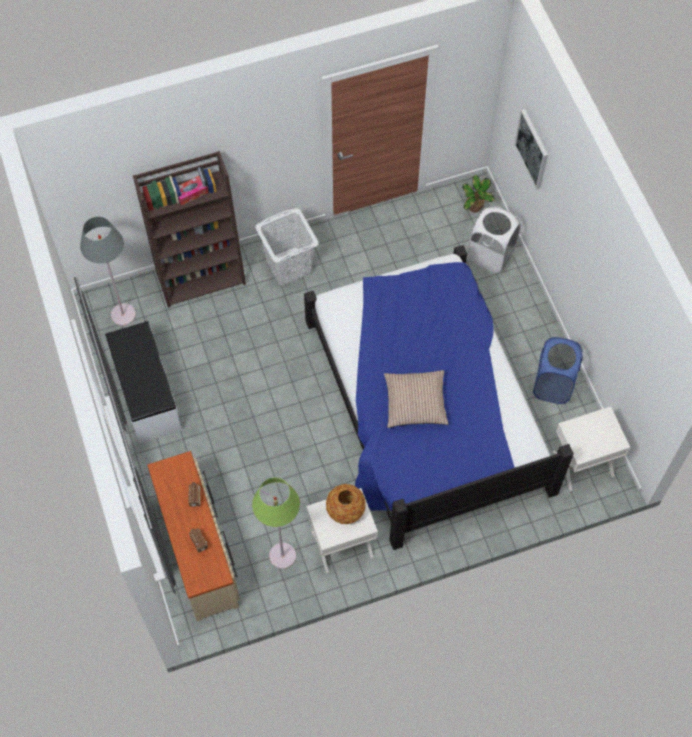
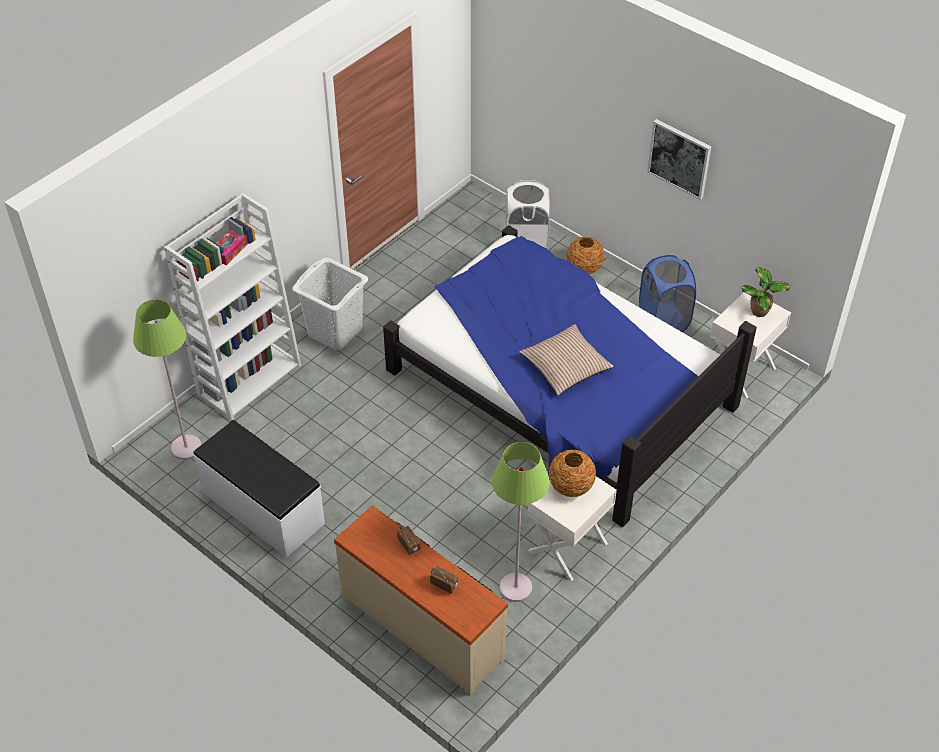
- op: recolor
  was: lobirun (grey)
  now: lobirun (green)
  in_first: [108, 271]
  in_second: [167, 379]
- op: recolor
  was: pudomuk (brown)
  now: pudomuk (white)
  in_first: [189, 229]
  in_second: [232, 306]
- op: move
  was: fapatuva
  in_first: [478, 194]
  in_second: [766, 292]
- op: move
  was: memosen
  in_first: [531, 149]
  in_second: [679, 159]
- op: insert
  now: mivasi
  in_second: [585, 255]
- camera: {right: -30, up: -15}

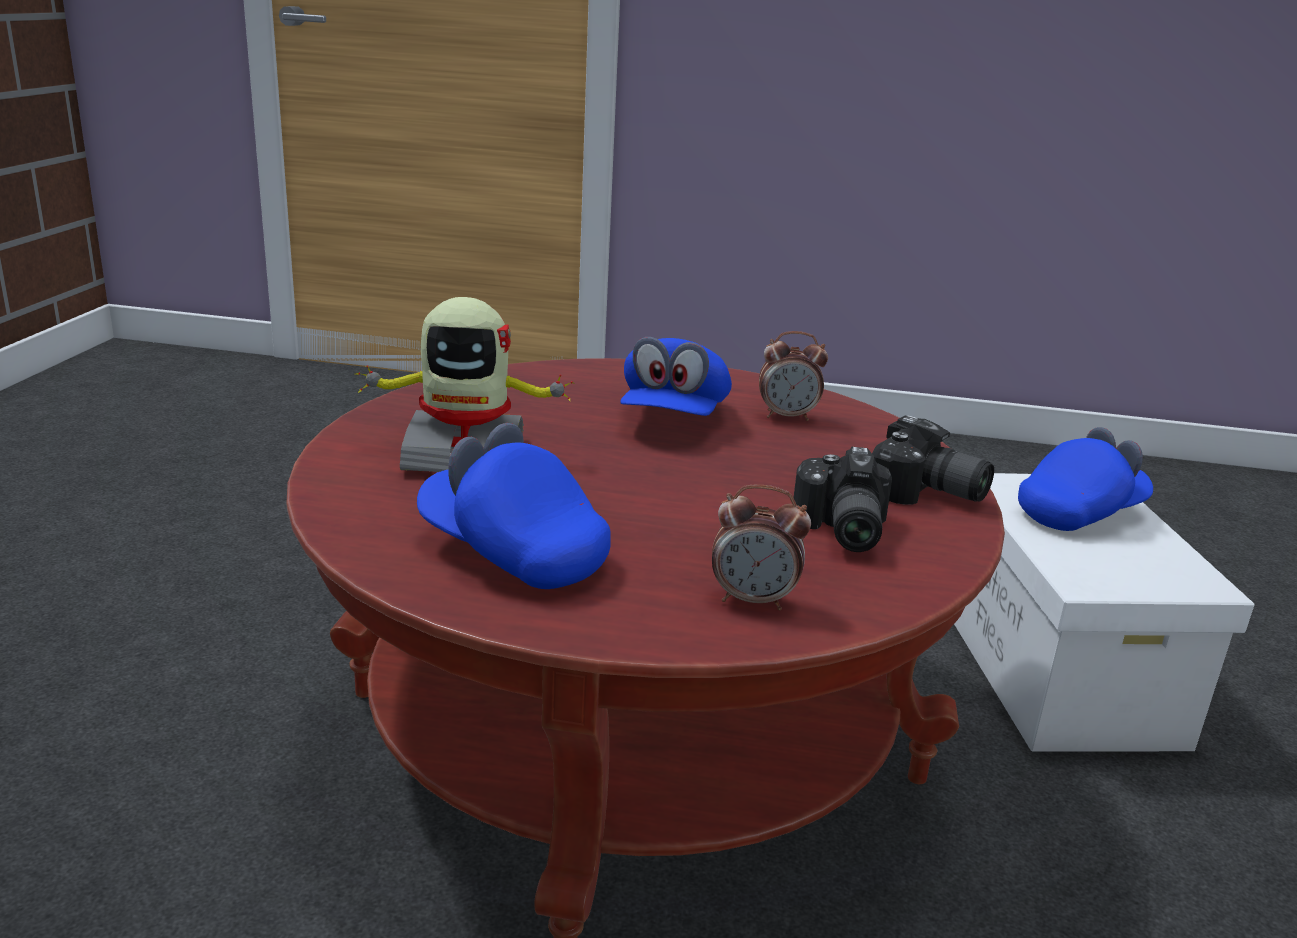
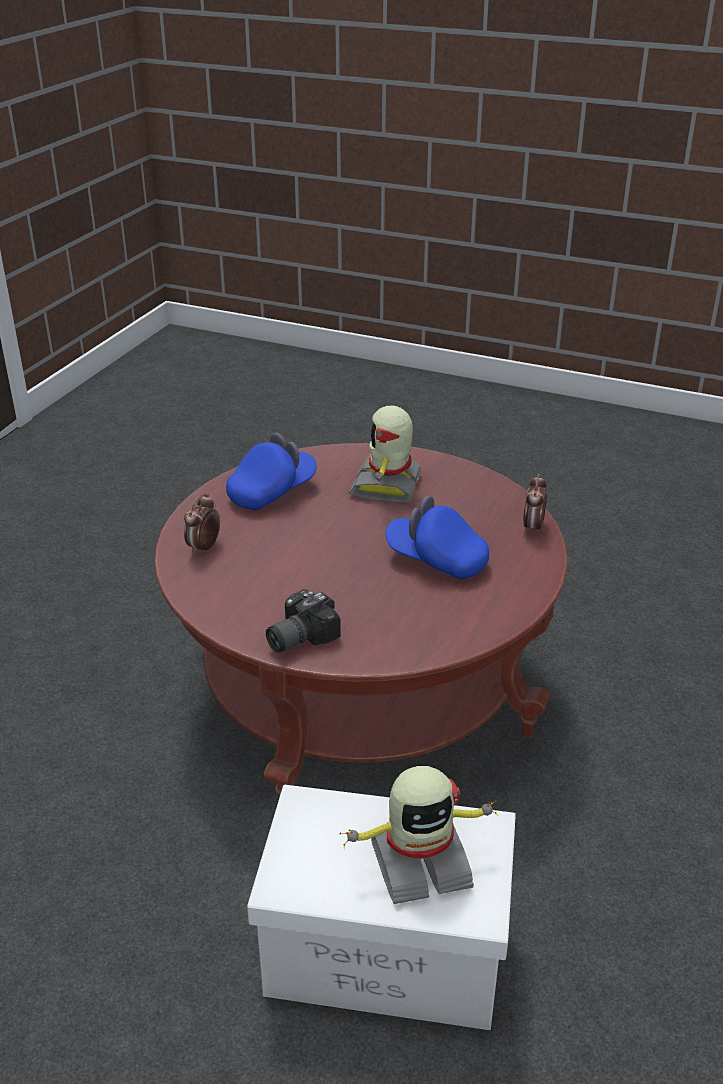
- op: move
  was: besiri
  in_first: [793, 376]
  in_second: [535, 504]
- op: delete
  was: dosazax
  in_first: [842, 499]
- op: replace
  was: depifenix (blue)
  now: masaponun
  in_first: [1085, 479]
  in_second: [419, 835]
- camera: {right: 105, up: 10}

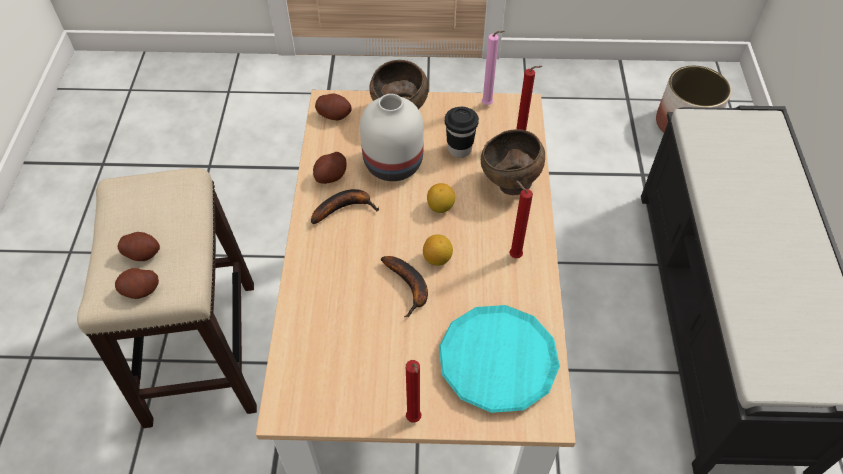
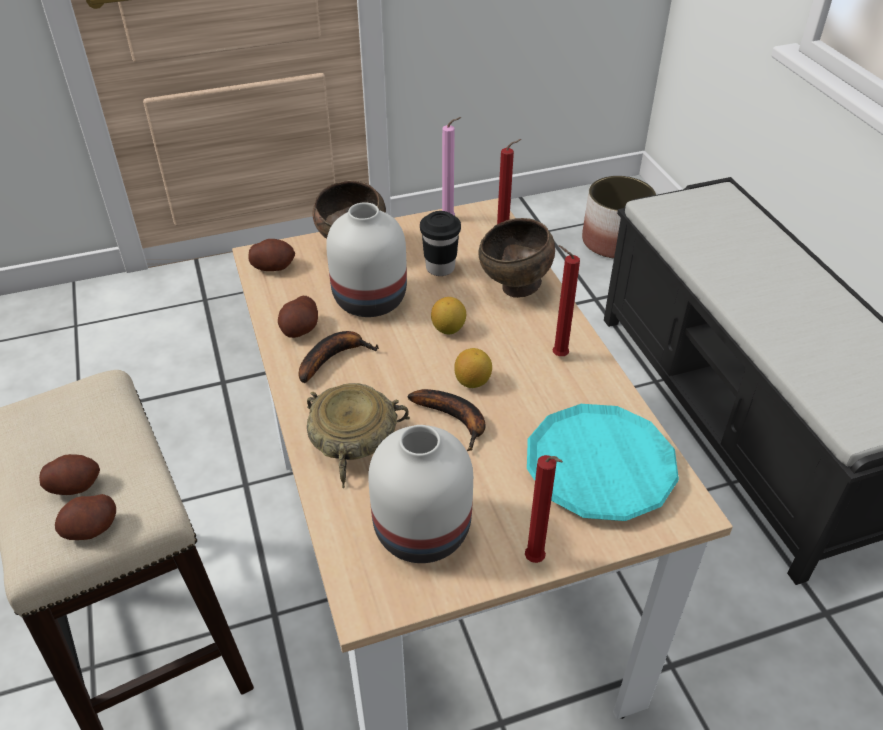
- op: insert
  now: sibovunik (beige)
  in_second: [358, 435]
- op: insert
  now: mivasi (white)
  in_second: [420, 494]
- camera: {right: -20, up: -10}

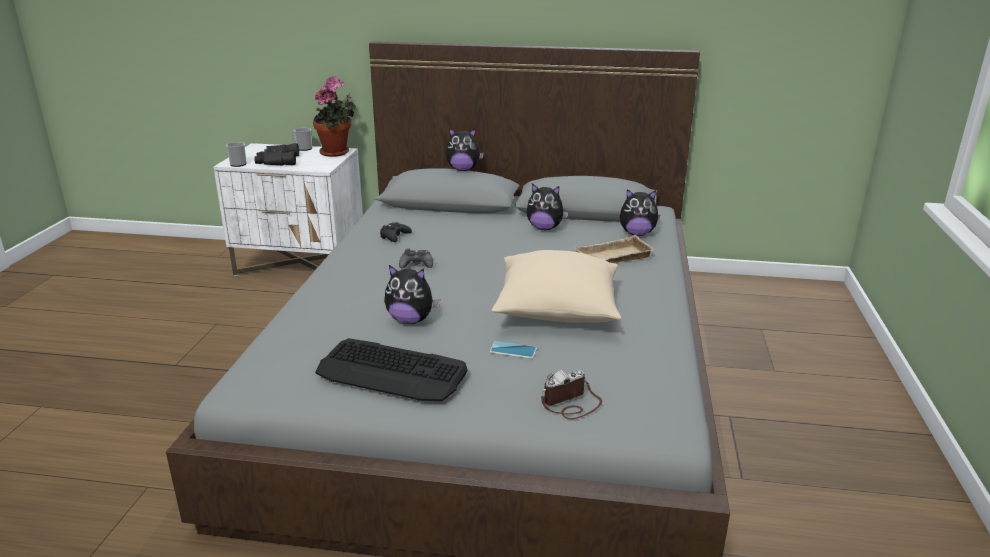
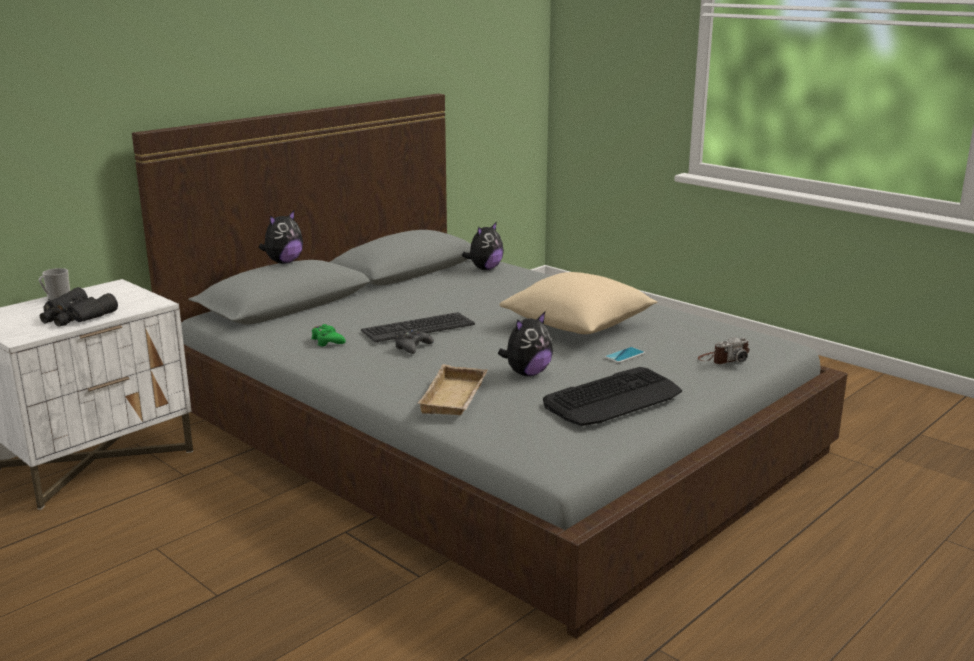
- op: delete
  was: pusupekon
  in_first: [236, 154]
- op: delete
  was: fapatuva
  in_first: [334, 116]
- op: recolor
  was: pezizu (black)
  now: pezizu (green)
  in_first: [396, 232]
  in_second: [328, 335]
- op: delete
  was: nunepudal
  in_first: [548, 206]
- op: rotate
  was: dosazax
  in_first: [571, 394]
  in_second: [724, 350]
  clockwise: -120
- op: move
  was: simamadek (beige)
  in_first: [614, 249]
  in_second: [452, 389]
- op: insert
  now: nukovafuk
  in_second: [418, 327]
- camera: {right: -55, up: -5}

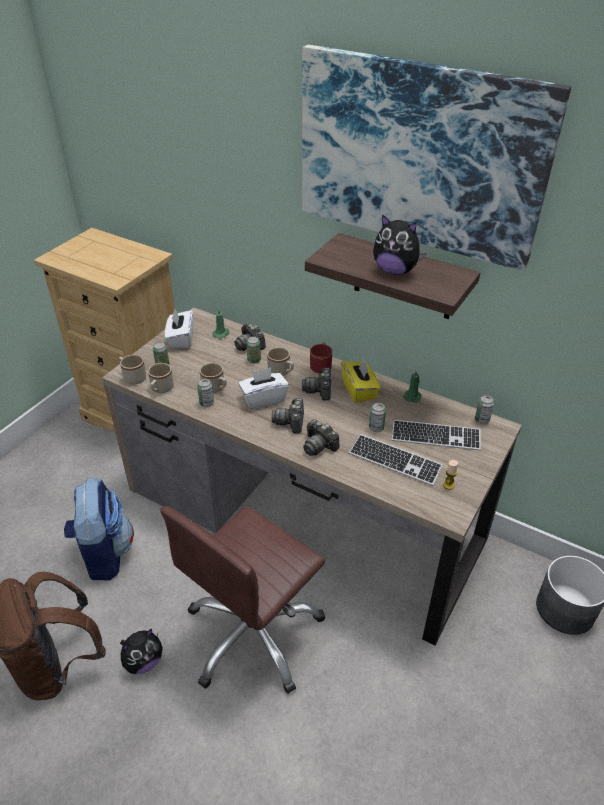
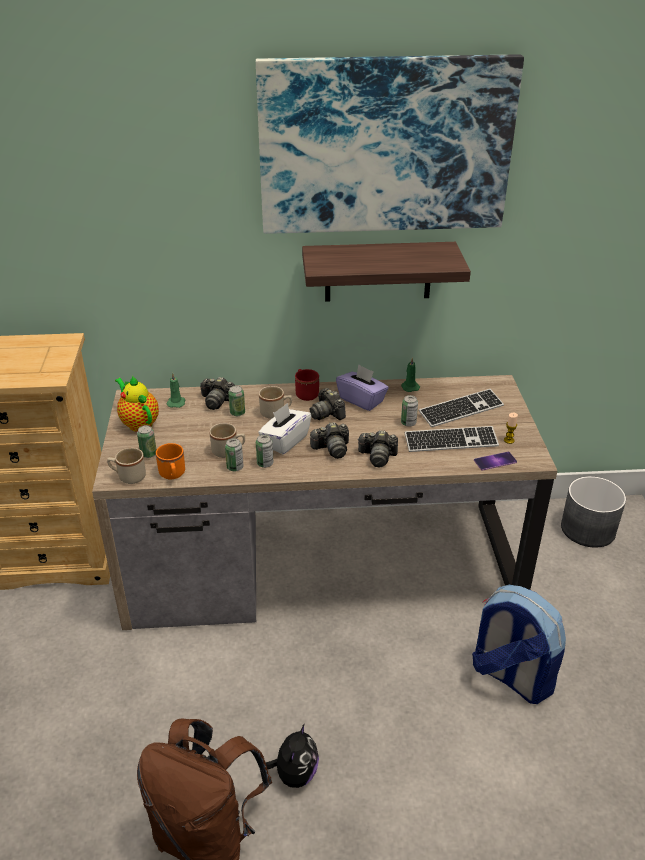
- op: move
  was: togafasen
  in_first: [99, 529]
  in_second: [519, 644]
- op: recolor
  was: pusupekon (beige)
  now: pusupekon (orange)
  in_first: [161, 378]
  in_second: [170, 461]
- op: delete
  was: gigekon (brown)
  in_first: [242, 600]
- op: replace
  was: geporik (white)
  now: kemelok
  in_first: [179, 328]
  in_second: [137, 403]
- op: rotate
  was: dosazax
  in_first: [288, 415]
  in_second: [329, 440]
  clockwise: -75
- op: recolor
  was: geporik (yellow)
  now: geporik (purple)
  in_first: [361, 380]
  in_second: [362, 387]
- op: delete
  was: nunepudal
  in_first: [400, 244]
- op: move
  was: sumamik
  in_first: [484, 409]
  in_second: [264, 451]
- op: insert
  now: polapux
  in_second: [495, 461]
- camera: {right: -35, up: -5}

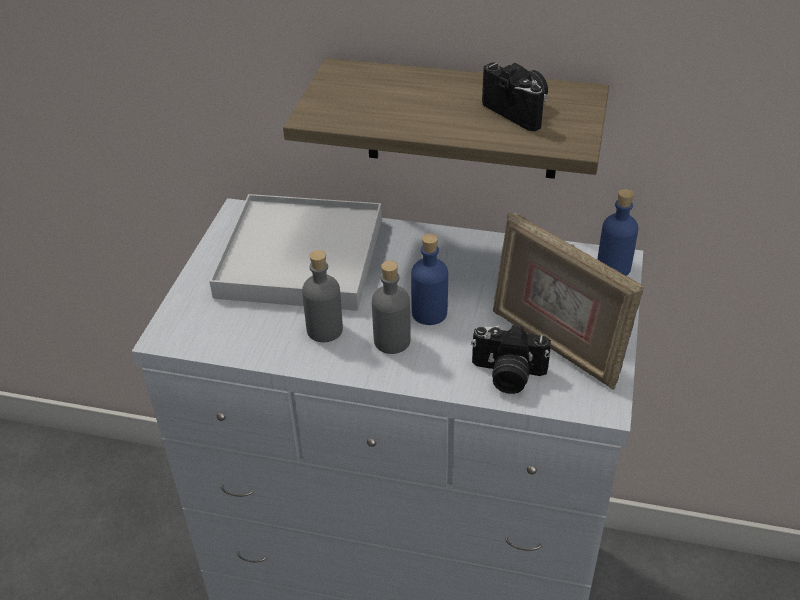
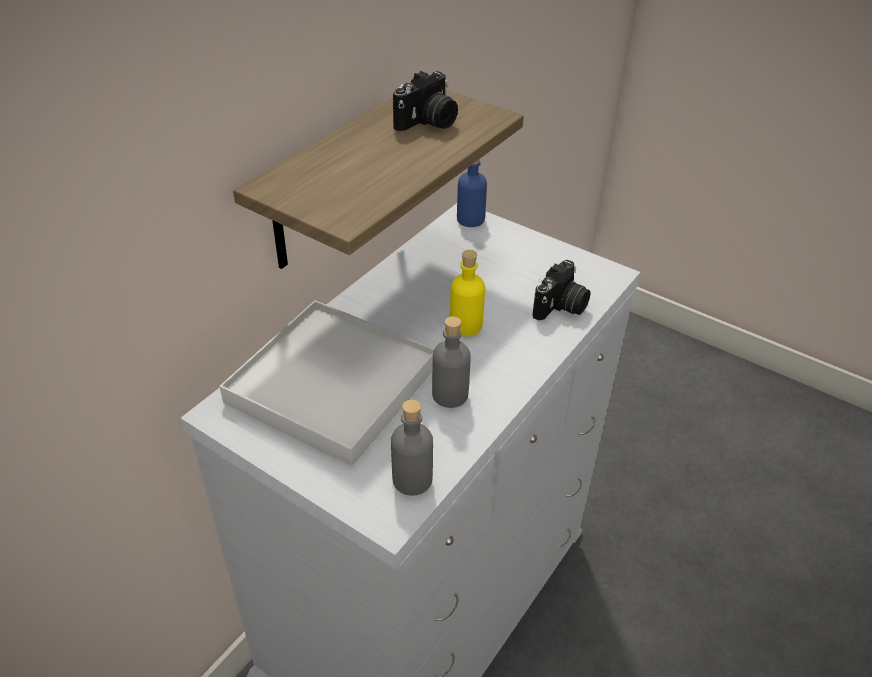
- op: move
  was: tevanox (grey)
  in_first: [391, 307]
  in_second: [412, 447]
- op: recolor
  was: tevanox (blue)
  now: tevanox (yellow)
  in_first: [429, 279]
  in_second: [467, 293]
- op: rotate
  was: dosazax
  in_first: [515, 96]
  in_second: [425, 101]
  clockwise: 150
- op: delete
  was: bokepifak
  in_first: [568, 301]
- camera: {right: -70, up: 0}

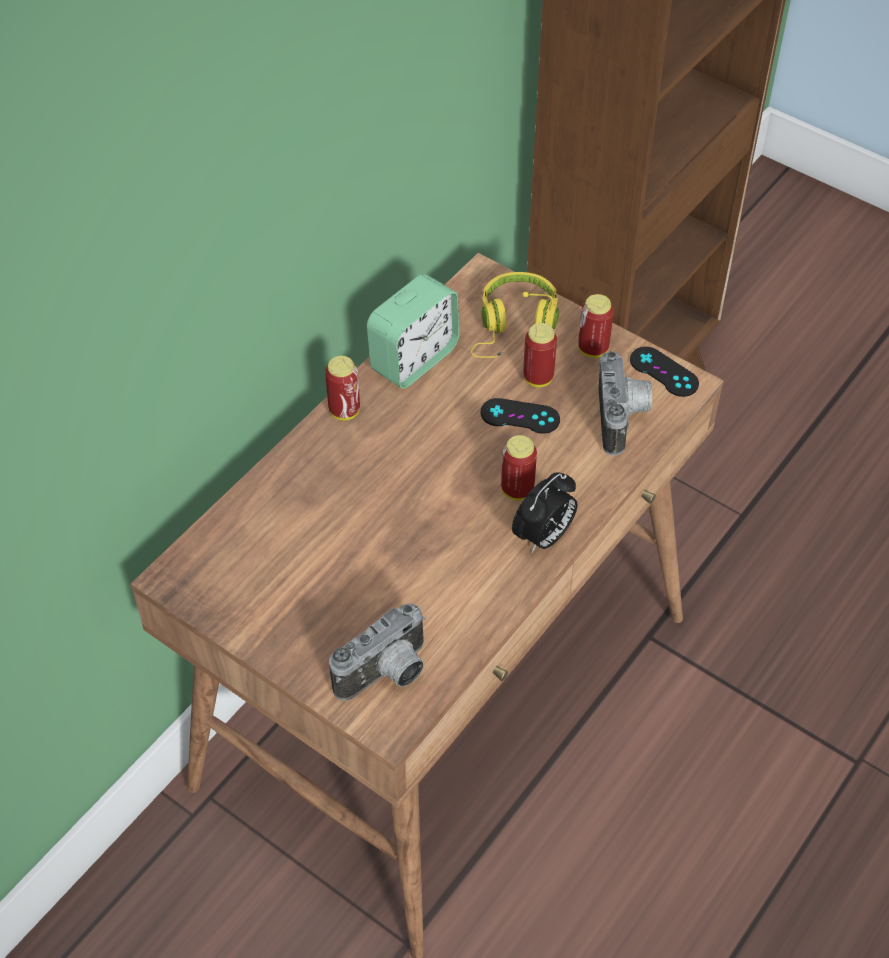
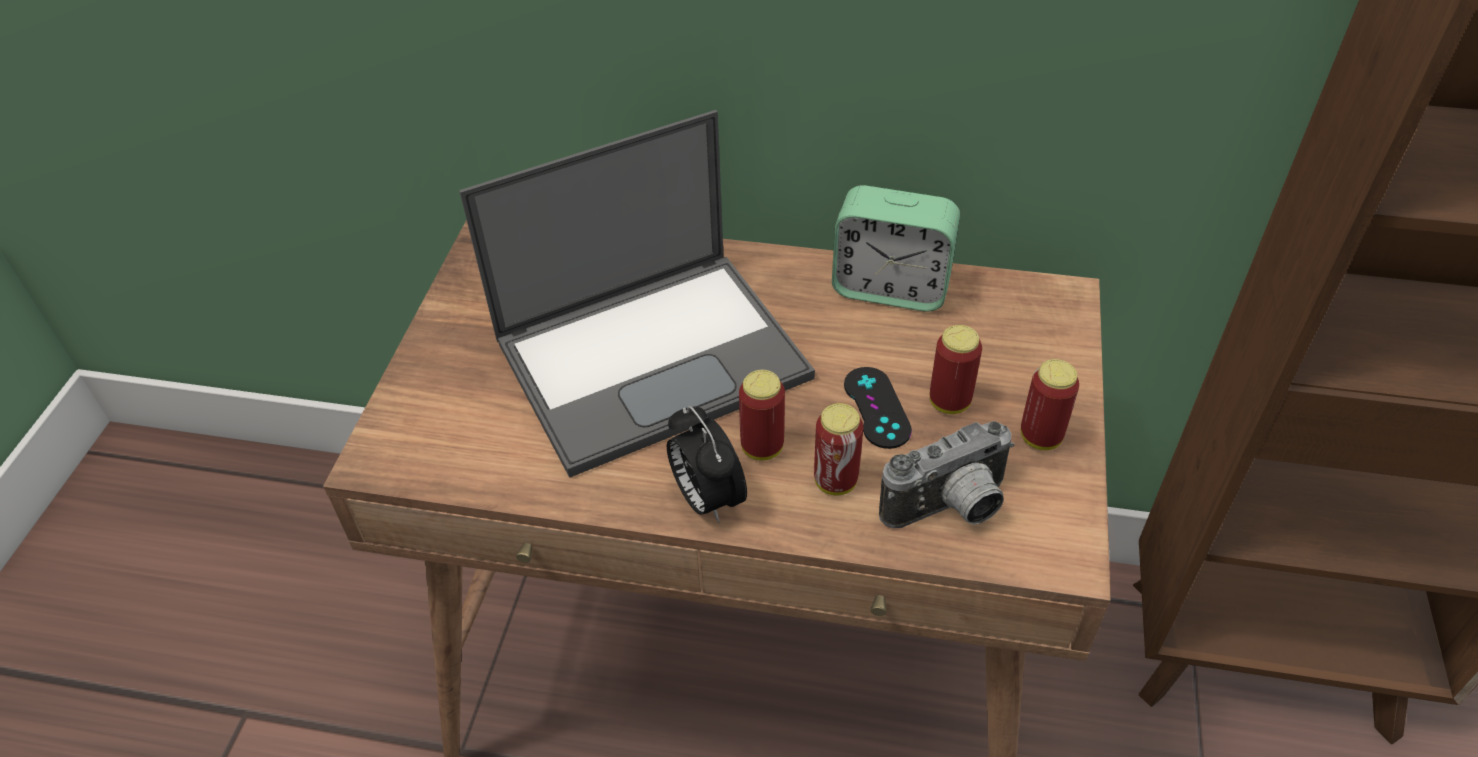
- op: move
  was: sumamik
  in_first: [342, 388]
  in_second: [838, 449]
- op: delete
  was: dosazax
  in_first: [377, 652]
- op: delete
  was: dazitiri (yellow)
  in_first: [515, 315]
- op: rotate
  was: besiri
  in_first: [544, 513]
  in_second: [707, 464]
  clockwise: 45
- op: delete
  was: pezizu (black)
  in_first: [664, 372]
- op: insert
  now: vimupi
  in_second: [637, 294]
- camera: {right: 65, up: -5}

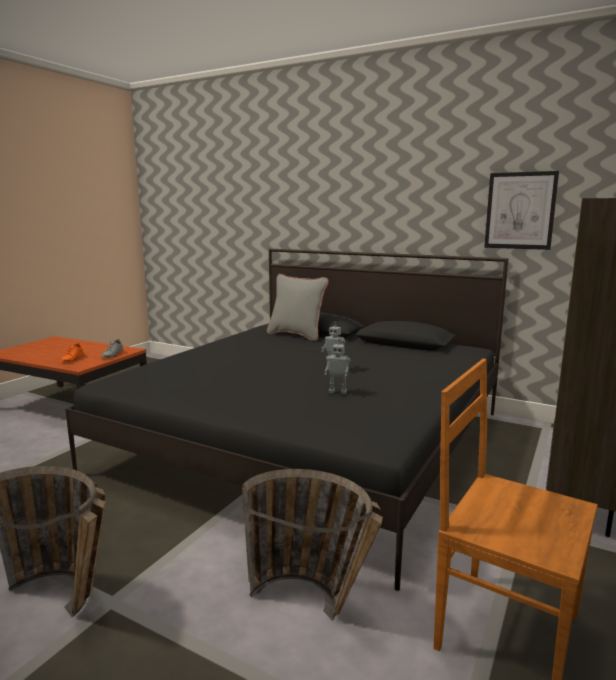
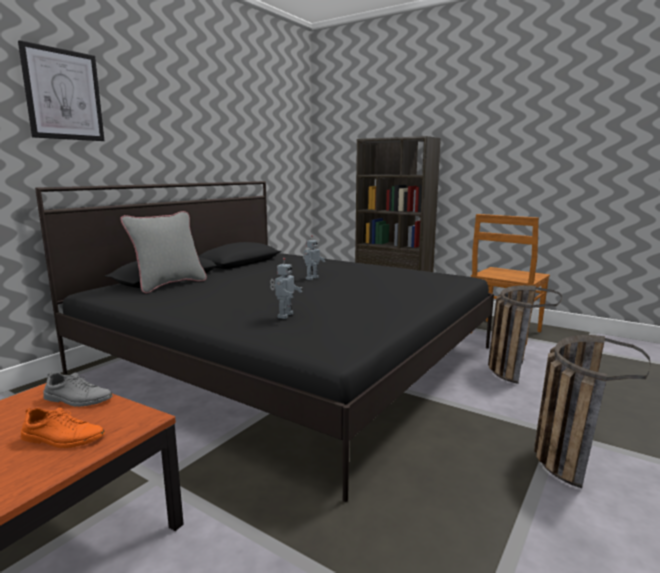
- op: move
  was: masaponun
  in_first: [338, 367]
  in_second: [286, 288]
- op: move
  was: memosen
  in_first: [521, 210]
  in_second: [61, 90]
- camera: {right: -85, up: 0}

